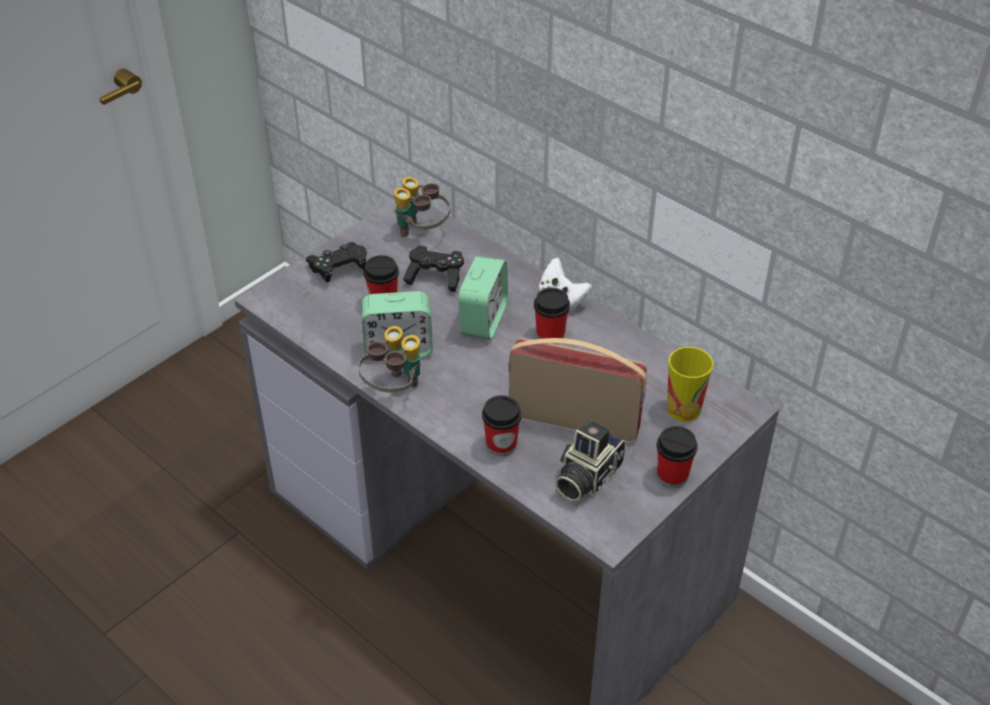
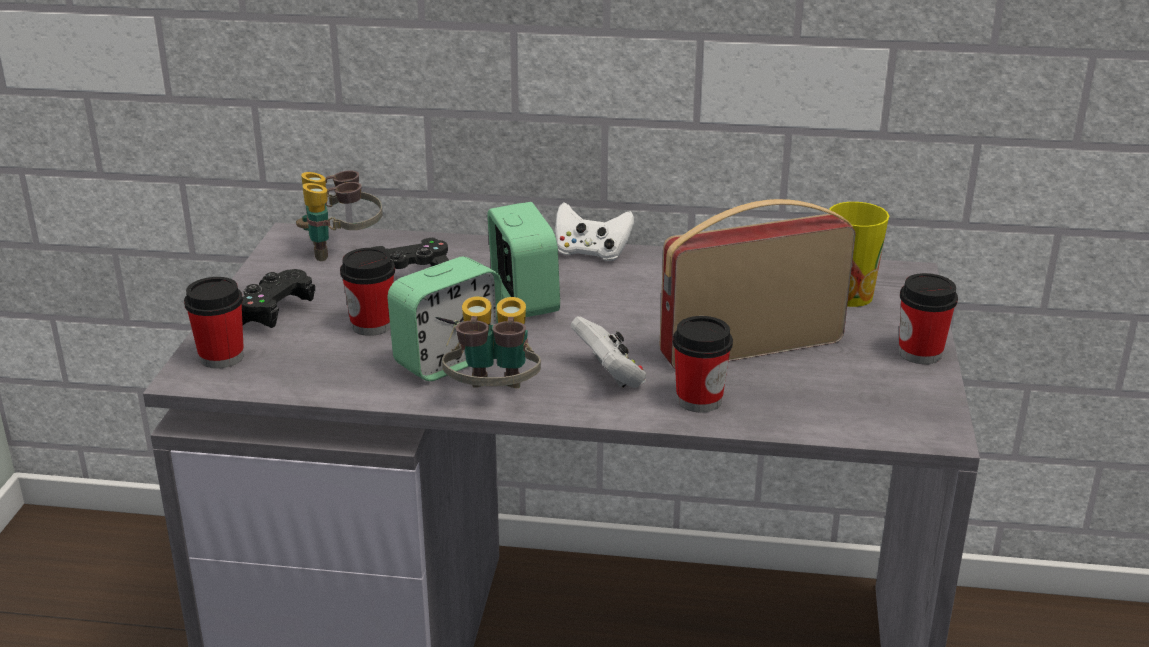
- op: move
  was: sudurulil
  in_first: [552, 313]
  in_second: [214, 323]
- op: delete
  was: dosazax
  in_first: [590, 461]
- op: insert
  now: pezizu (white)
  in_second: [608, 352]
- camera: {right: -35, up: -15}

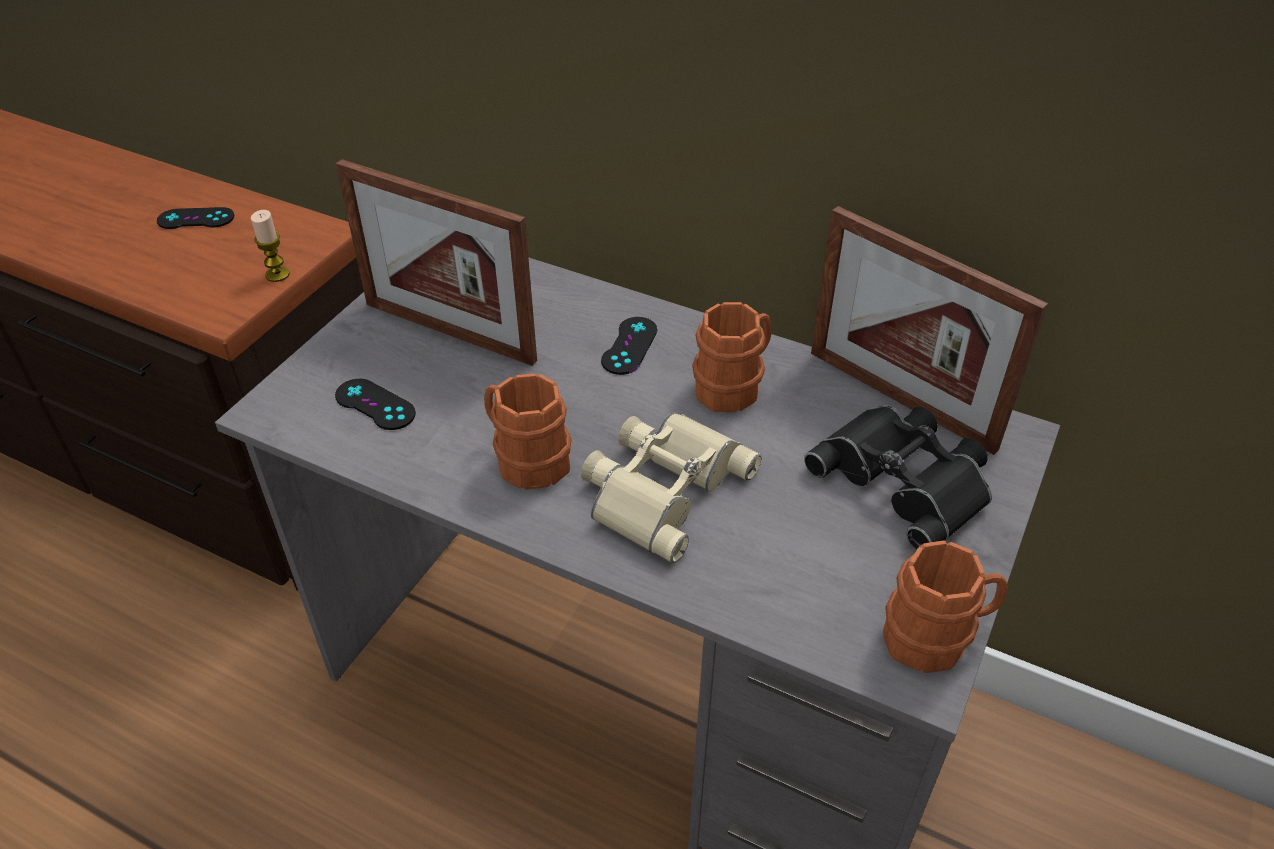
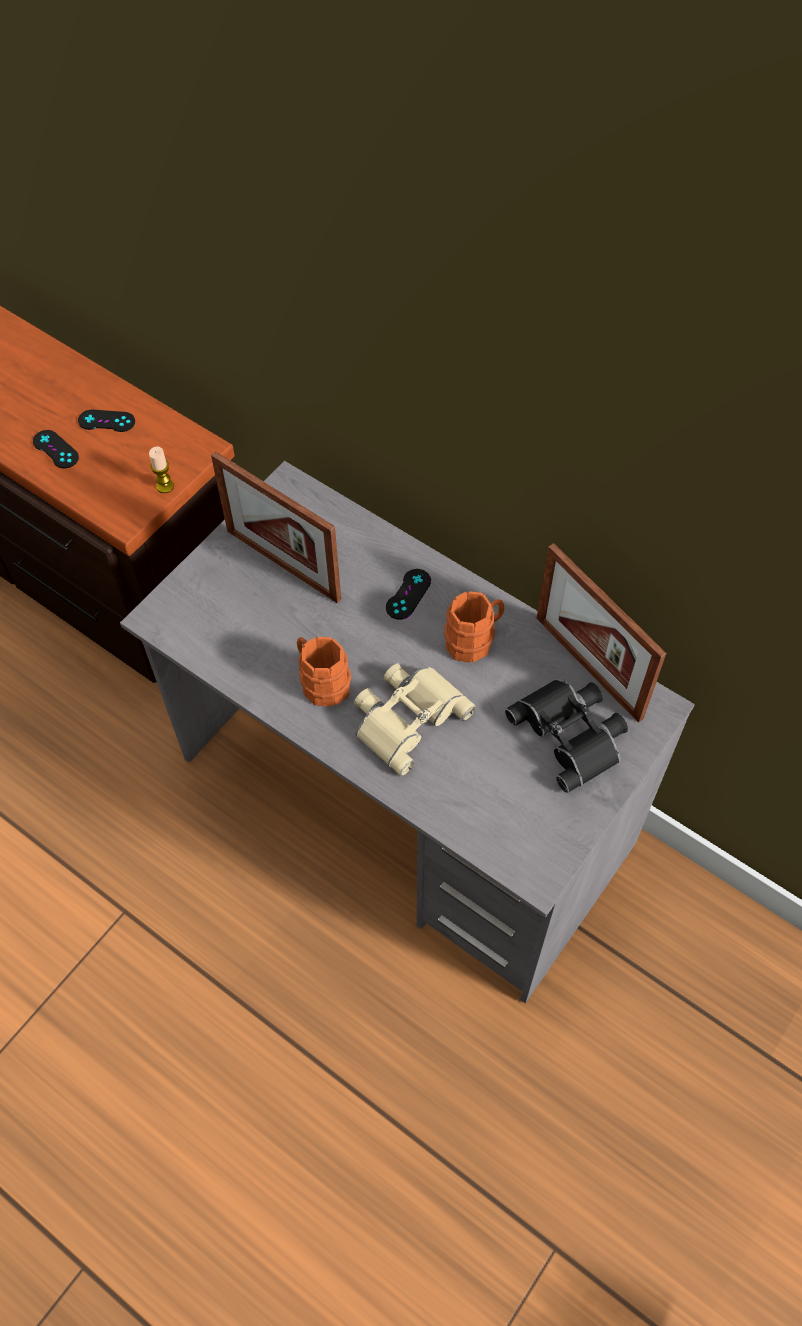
- op: move
  was: pezizu (black)
  in_first: [375, 404]
  in_second: [56, 449]
- op: delete
  was: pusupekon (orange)
  in_first: [945, 606]
- camera: {right: 10, up: 15}

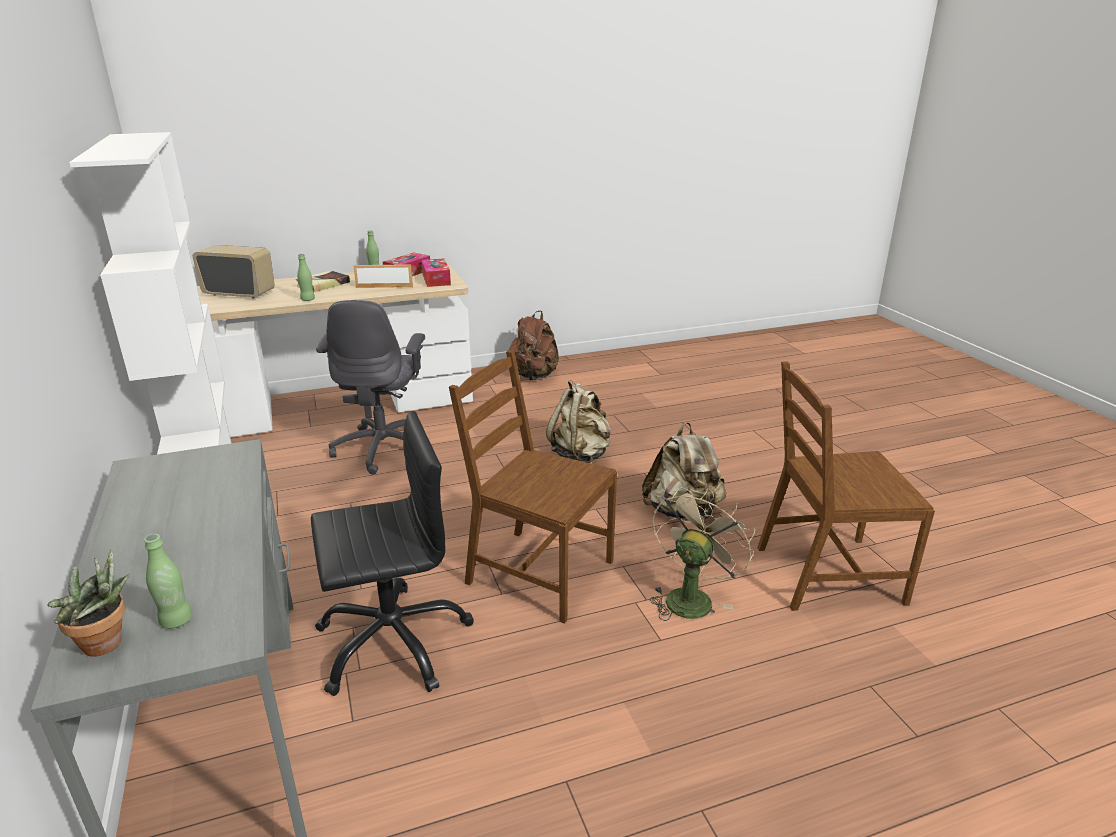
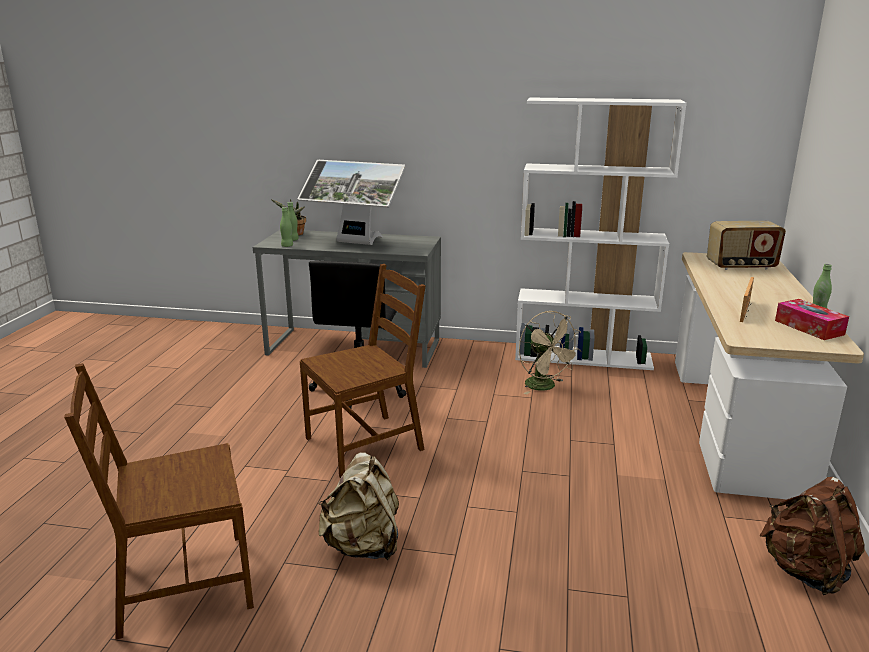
- op: rotate
  was: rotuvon
  in_first: [234, 272]
  in_second: [746, 245]
  clockwise: 45
- op: delete
  was: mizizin
  in_first: [323, 281]
- op: move
  was: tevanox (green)
  in_first: [306, 277]
  in_second: [286, 227]
- op: delete
  was: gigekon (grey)
  in_first: [370, 387]
- op: delete
  was: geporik
  in_first: [436, 272]
- op: delete
  was: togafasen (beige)
  in_first: [578, 421]
- op: move
  was: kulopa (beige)
  in_first: [702, 554]
  in_second: [550, 353]
- op: rotate
  was: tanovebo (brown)
  in_first: [846, 486]
  in_second: [159, 501]
  clockwise: -135
- op: insert
  now: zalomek
  in_second: [351, 202]
- camera: {right: 120, up: -5}

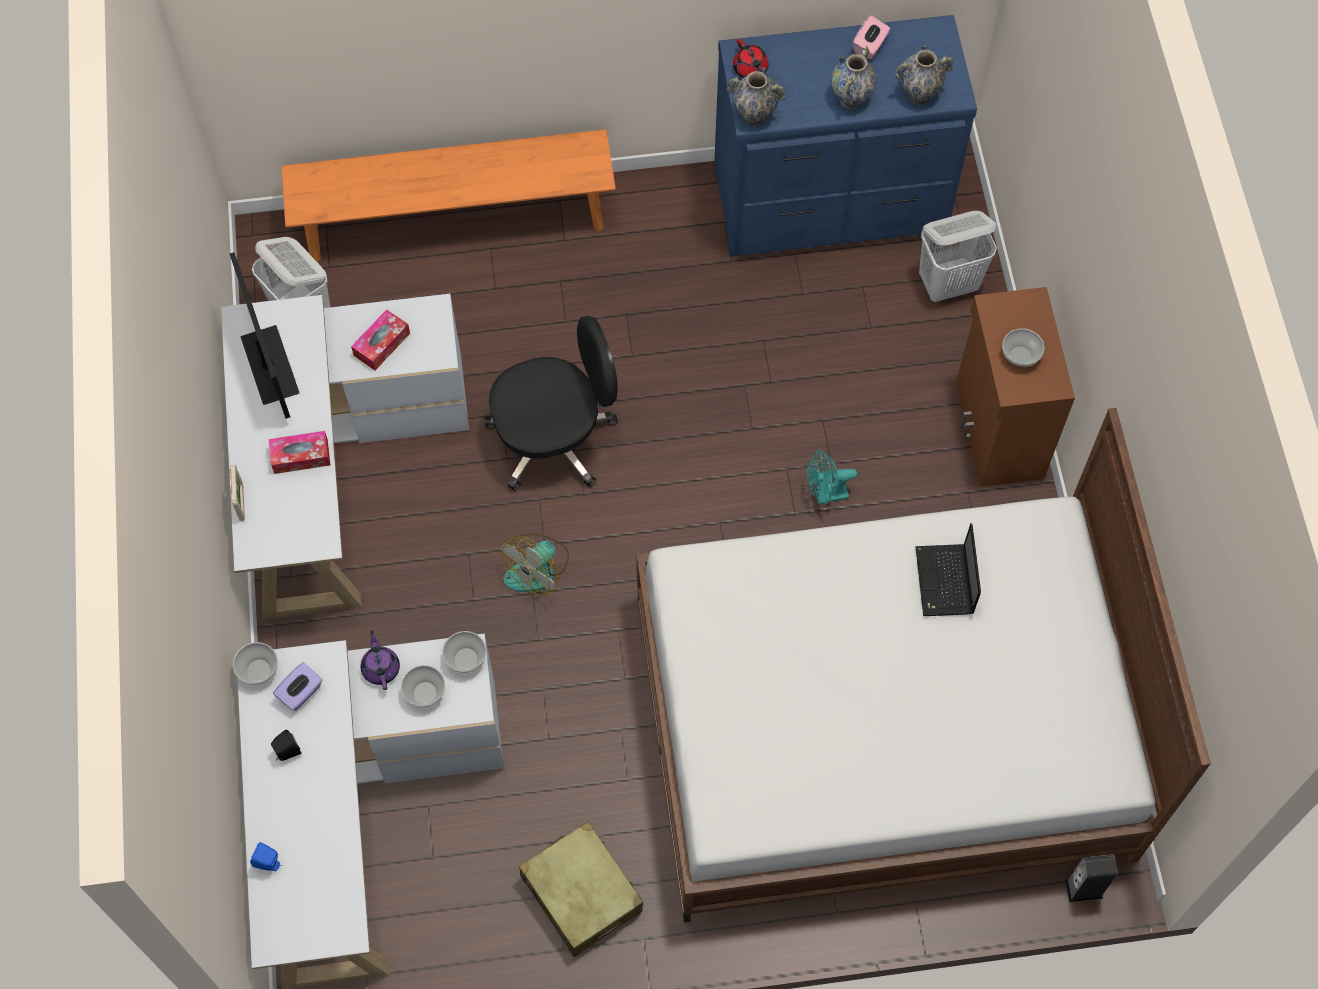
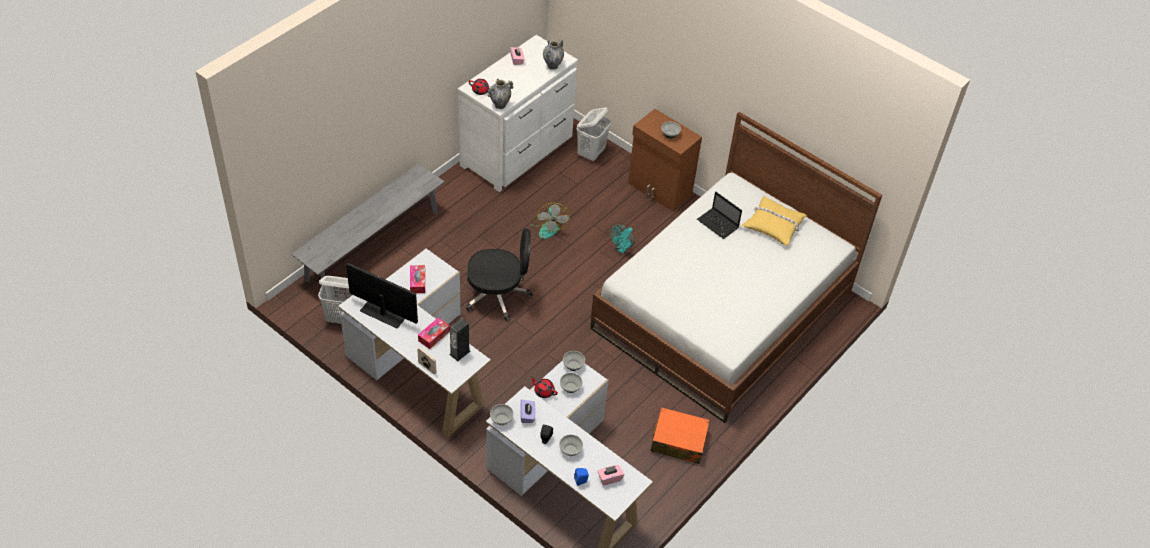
- op: recolor
  was: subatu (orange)
  now: subatu (grey)
  in_first: [448, 196]
  in_second: [368, 222]
- op: recolor
  was: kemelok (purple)
  now: kemelok (red)
  in_first: [380, 660]
  in_second: [544, 387]
- op: rotate
  was: gigekon (black)
  in_first: [551, 403]
  in_second: [499, 274]
  clockwise: 60
- op: move
  was: kulopa
  in_first: [535, 564]
  in_second: [549, 221]
- op: recolor
  was: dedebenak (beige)
  now: dedebenak (orange)
  in_first: [581, 889]
  in_second: [680, 435]
- op: recolor
  was: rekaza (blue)
  now: rekaza (white)
  in_first: [845, 136]
  in_second: [517, 113]
- op: delete
  was: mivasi
  in_first: [854, 77]
- op: move
  was: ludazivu
  in_first: [1091, 878]
  in_second: [460, 339]
- op: insert
  now: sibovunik
  in_second: [571, 445]
- op: insert
  now: geporik (pink)
  in_second: [610, 475]
- op: insert
  now: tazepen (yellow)
  in_second: [774, 221]
- camera: {right: -45, up: -15}

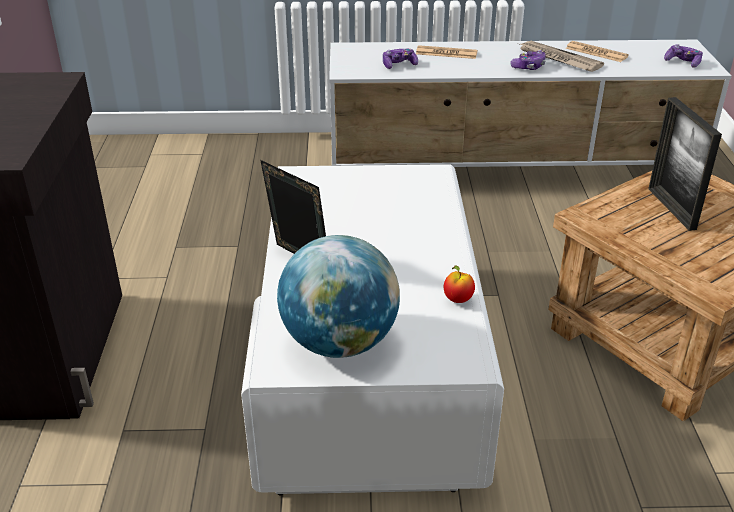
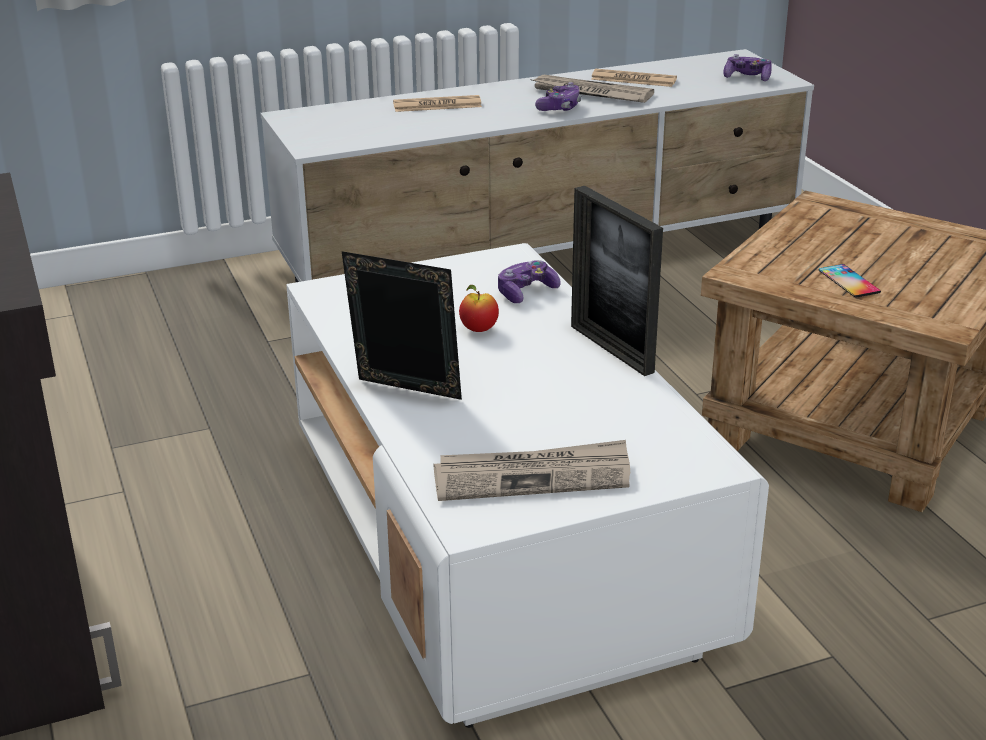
- op: replace
  was: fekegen
  now: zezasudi
  in_first: [338, 296]
  in_second: [531, 470]
- op: move
  was: pezizu
  in_first: [400, 58]
  in_second: [529, 281]
- op: move
  was: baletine
  in_first: [459, 284]
  in_second: [479, 308]
- op: move
  was: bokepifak
  in_first: [685, 164]
  in_second: [617, 281]
- op: insert
  now: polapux
  in_second: [850, 281]
- camera: {right: -20, up: -5}

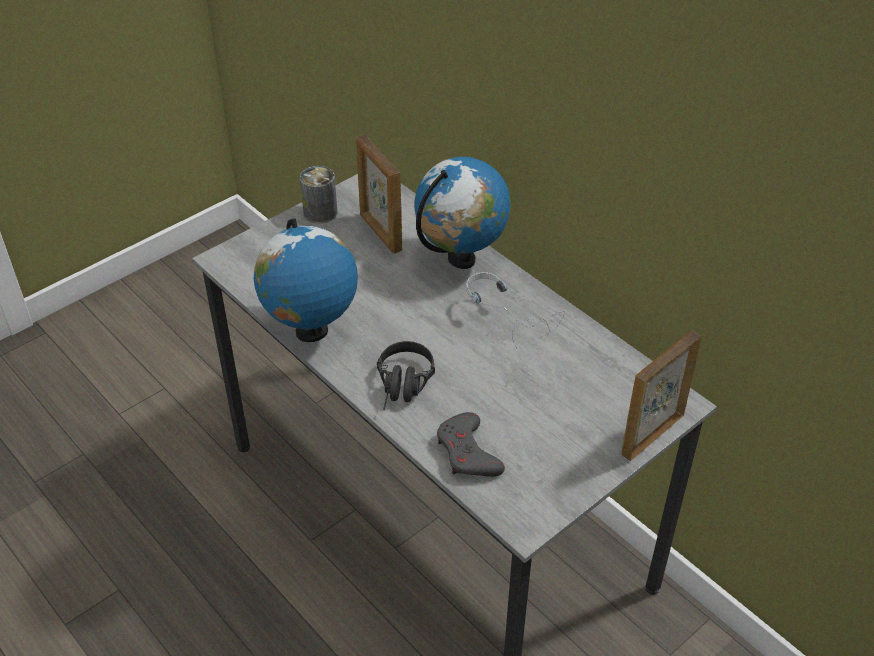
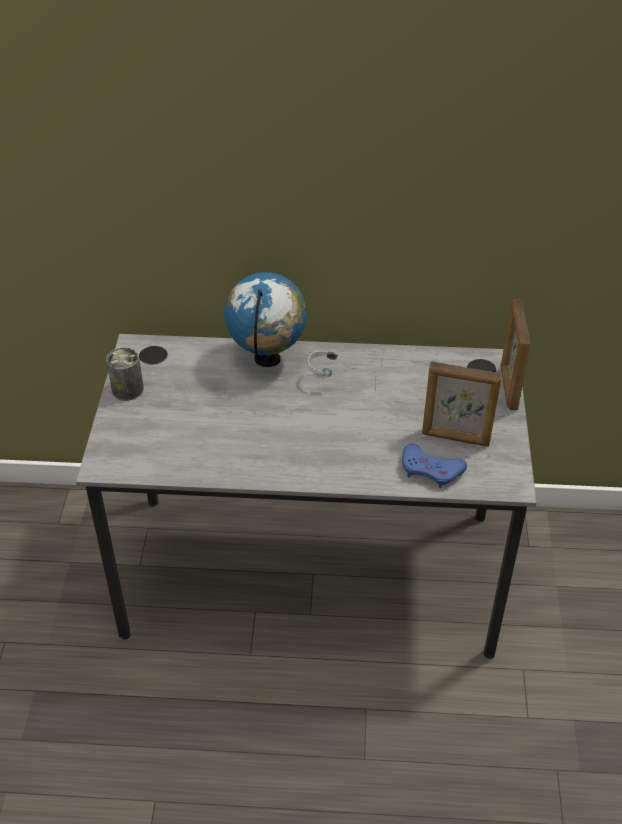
- op: delete
  was: fekegen
  in_first: [306, 280]
- op: move
  was: bokepifak
  in_first: [379, 194]
  in_second: [462, 404]
- op: delete
  was: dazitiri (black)
  in_first: [406, 375]
- op: recolor
  was: pezizu (grey)
  now: pezizu (blue)
  in_first: [471, 444]
  in_second: [434, 465]
- camera: {right: -45, up: 0}

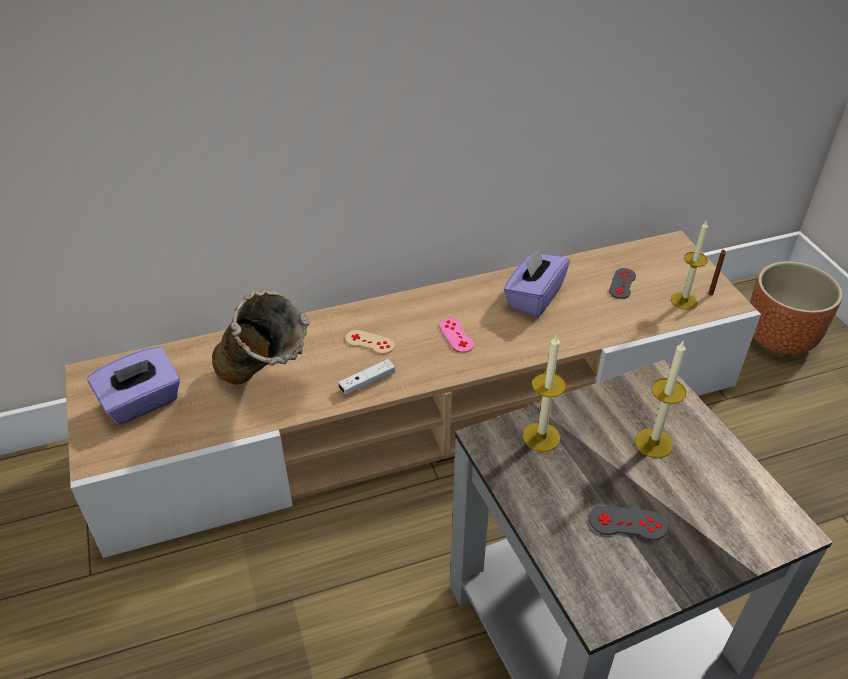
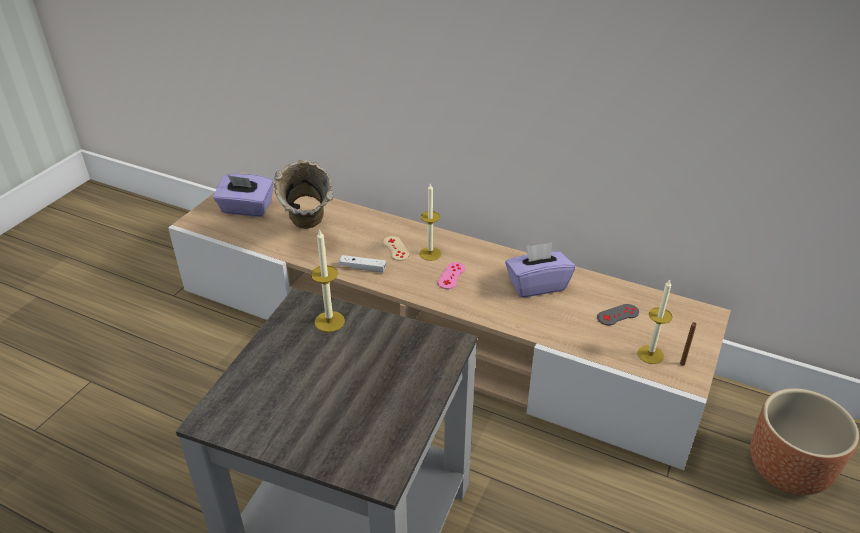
- op: delete
  was: pezizu (grey)
  in_first: [628, 523]
- op: move
  was: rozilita
  in_first: [660, 399]
  in_second: [430, 222]
- camera: {right: 45, up: -5}

